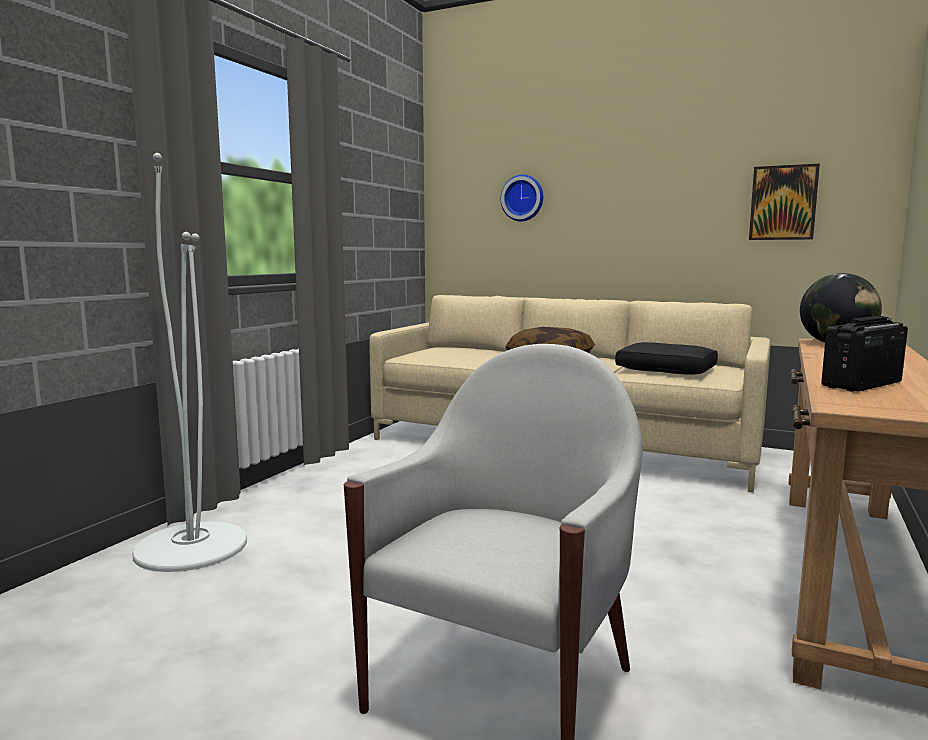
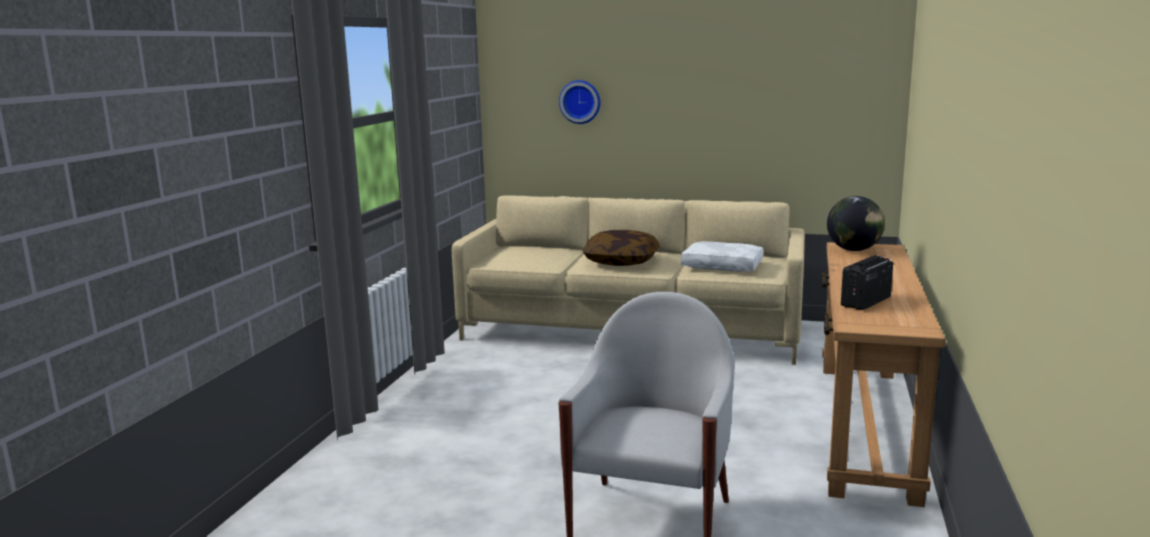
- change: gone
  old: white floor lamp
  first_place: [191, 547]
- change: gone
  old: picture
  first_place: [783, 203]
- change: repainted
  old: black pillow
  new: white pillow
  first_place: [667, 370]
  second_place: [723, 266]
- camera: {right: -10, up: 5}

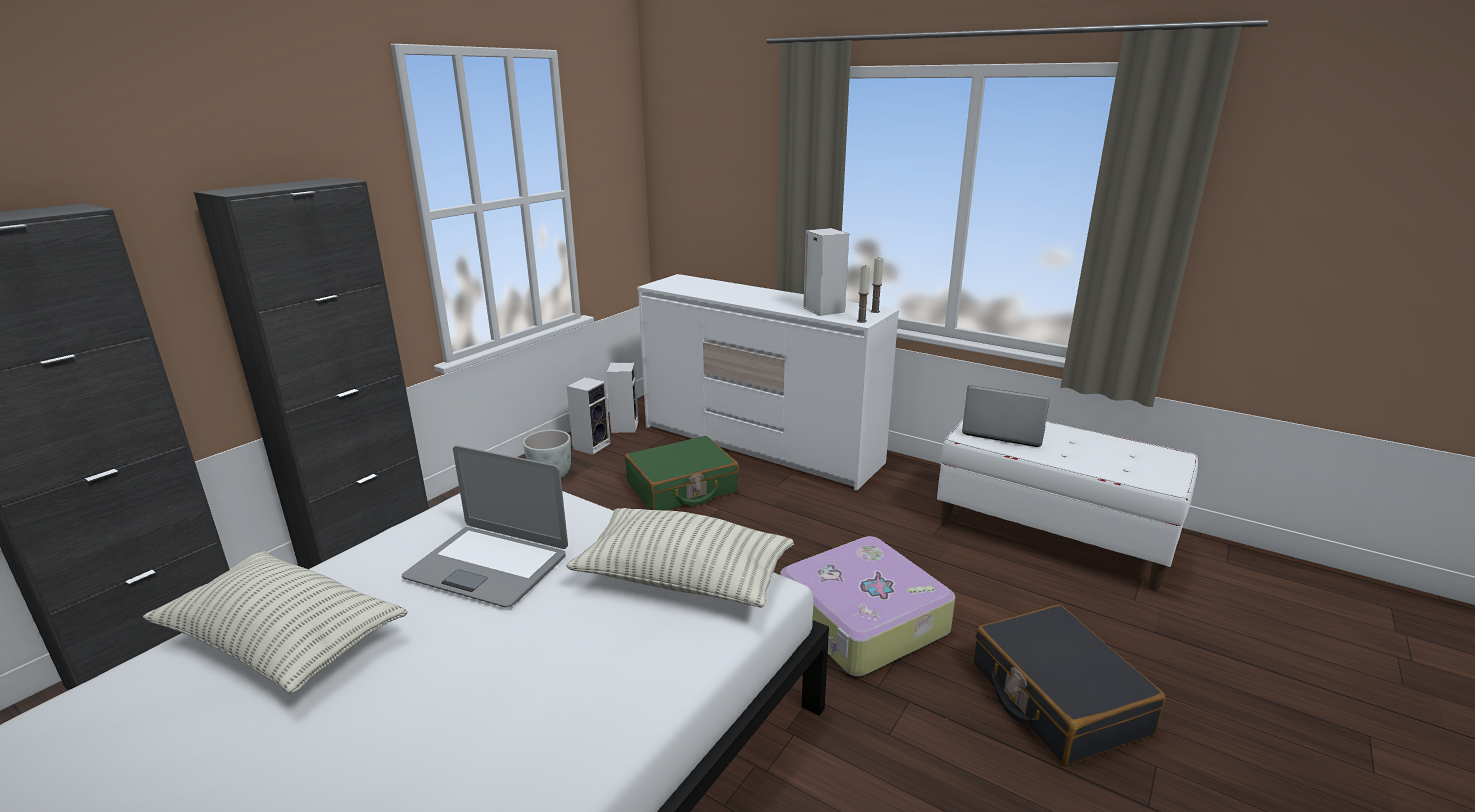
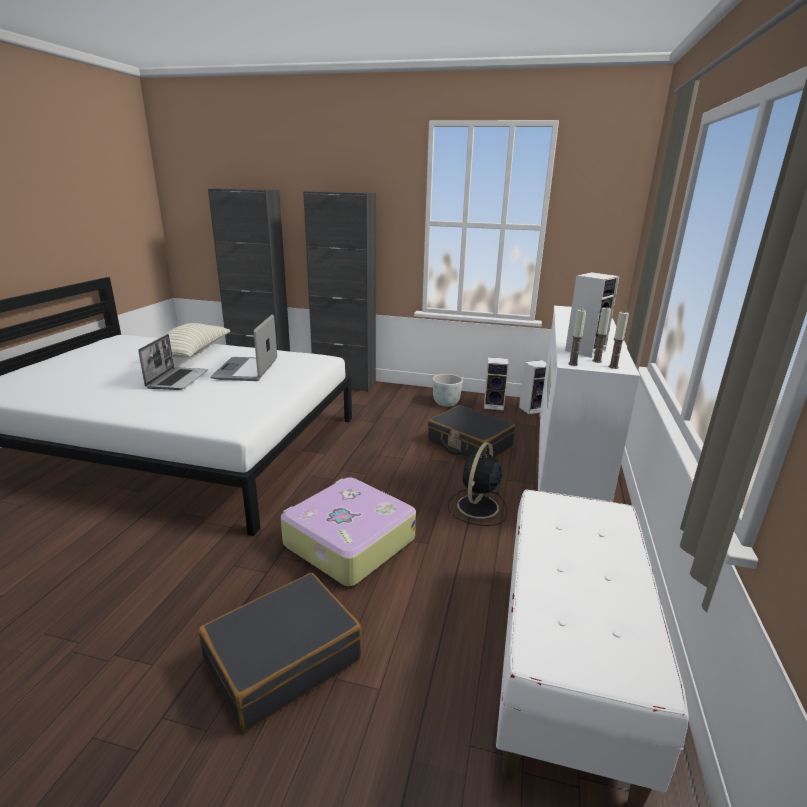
- change: gone
  old: pillow
  first_place: [683, 578]
- change: new
  new: black fan
  second_place: [477, 507]
- change: new
  new: candle
  second_place: [597, 361]
- change: shifted
  old: laptop
  first_place: [1002, 432]
  second_place: [177, 379]
- change: repainted
  old: green suitcase
  new: black suitcase
  first_place: [682, 488]
  second_place: [469, 444]
- camera: {right: 70, up: 0}

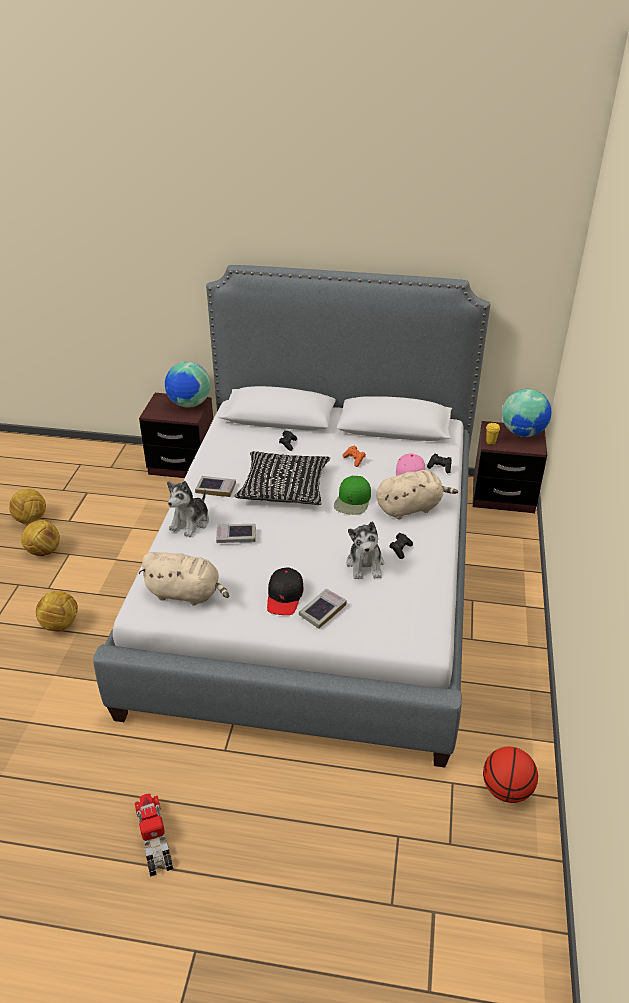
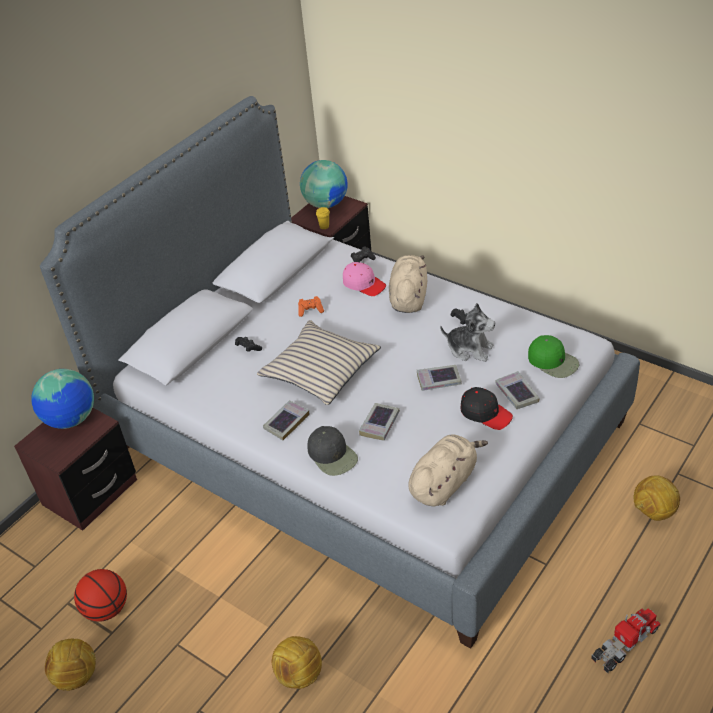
- change: new
  new: book
  second_place: [439, 380]
- change: shifted
  old: football
  first_place: [43, 551]
  second_place: [654, 512]
- change: shifted
  old: green cap
  first_place: [353, 501]
  second_place: [553, 361]
- change: shifted
  old: basketball
  first_place: [506, 790]
  second_place: [107, 609]
- change: swapped
  old: plush toy
  new: black cap
  first_place: [190, 522]
  second_place: [332, 455]
- change: repainted
  old: black pillow
  new: beige pillow
  first_place: [284, 487]
  second_place: [320, 370]
- change: rotated
  old: toy truck
  first_place: [154, 838]
  second_place: [625, 643]
  degrees: 135
- camera: {right: -60, up: 5}

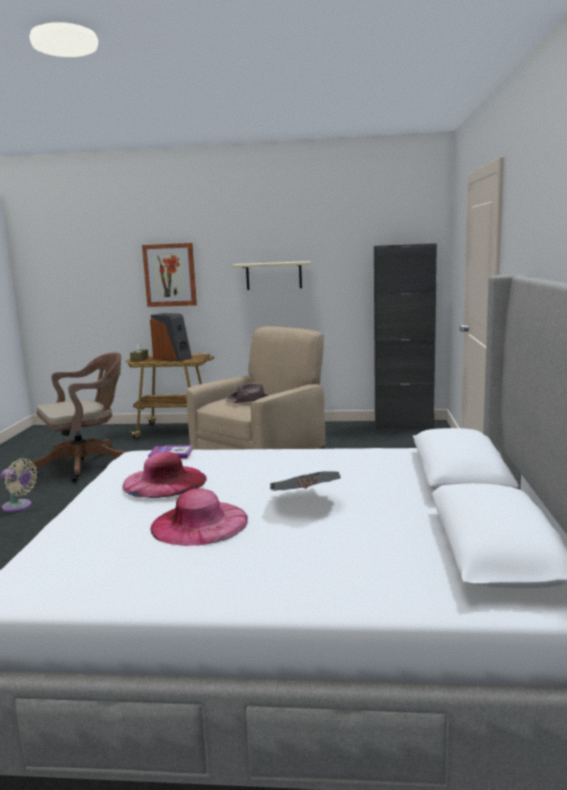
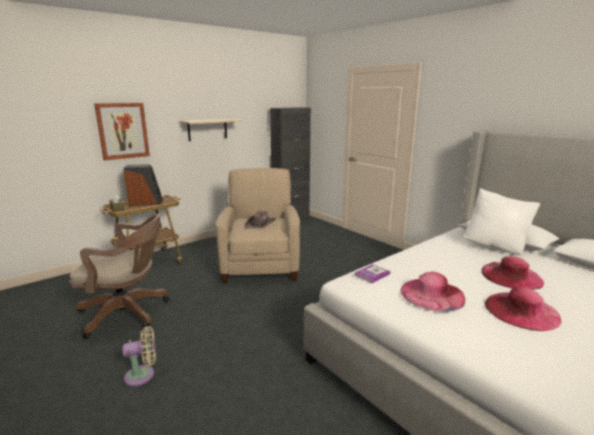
- change: new
  new: white pillow
  second_place: [495, 248]
- change: swapped
  old: newspaper
  new: pink hat
  first_place: [305, 501]
  second_place: [511, 276]
- change: rotated
  old: brown office chair
  first_place: [87, 465]
  second_place: [128, 314]
  degrees: 75
- camera: {right: -45, up: 5}

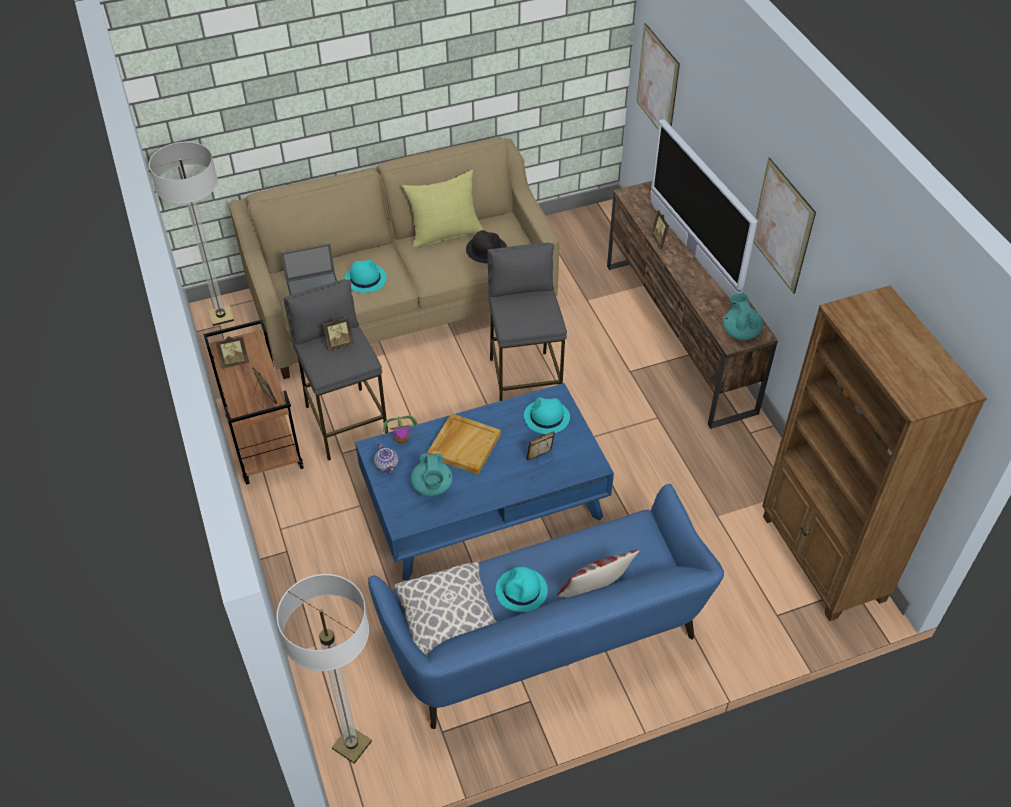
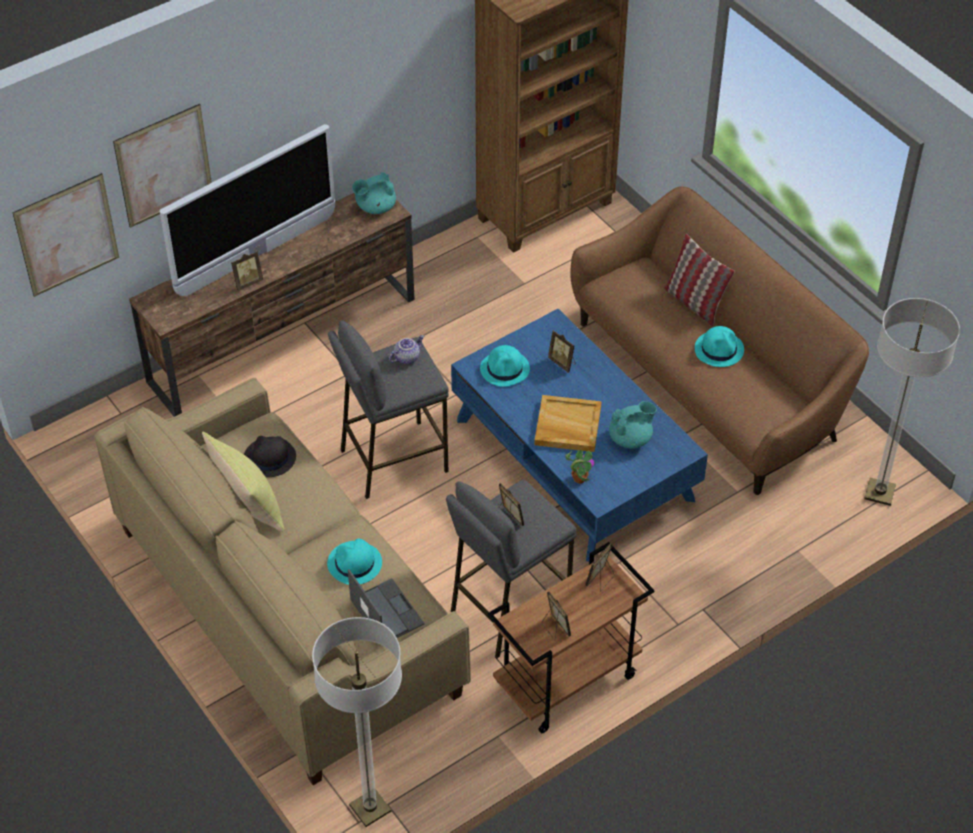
- change: gone
  old: pillow
  first_place: [449, 619]
- change: shifted
  old: teapot
  first_place: [387, 466]
  second_place: [406, 357]
- change: shifted
  old: picture
  first_place: [782, 226]
  second_place: [164, 165]
- change: repainted
  old: blue sofa
  new: brown sofa
  first_place: [546, 637]
  second_place: [710, 381]
- camera: {right: -105, up: 0}

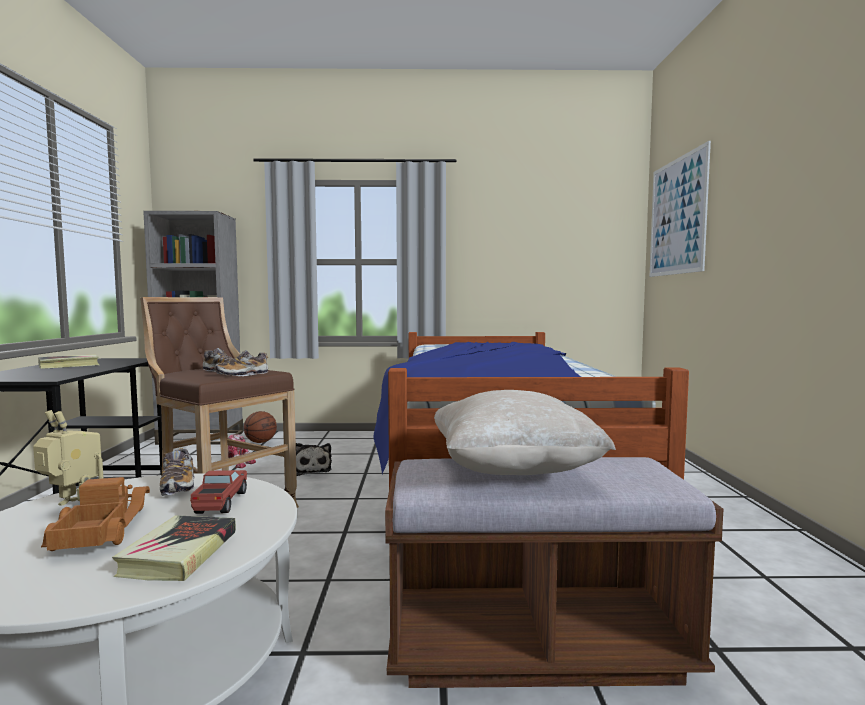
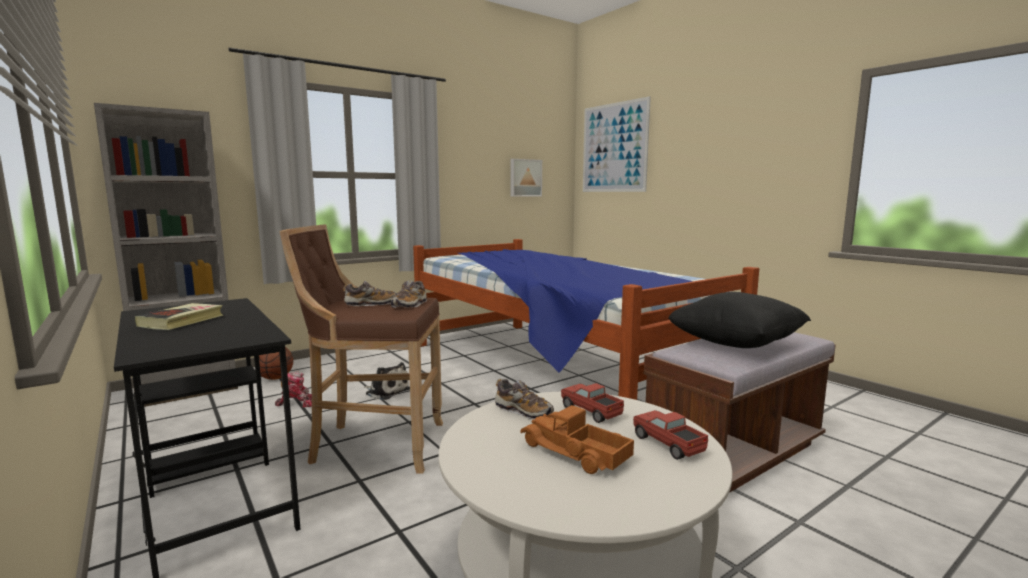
- change: gone
  old: toy robot
  first_place: [72, 506]
- change: new
  new: picture
  second_place: [525, 178]
- change: swapped
  old: book
  new: toy truck
  first_place: [179, 554]
  second_place: [668, 445]
- change: repainted
  old: beige pillow
  new: black pillow
  first_place: [512, 471]
  second_place: [735, 345]
- camera: {right: -35, up: 5}

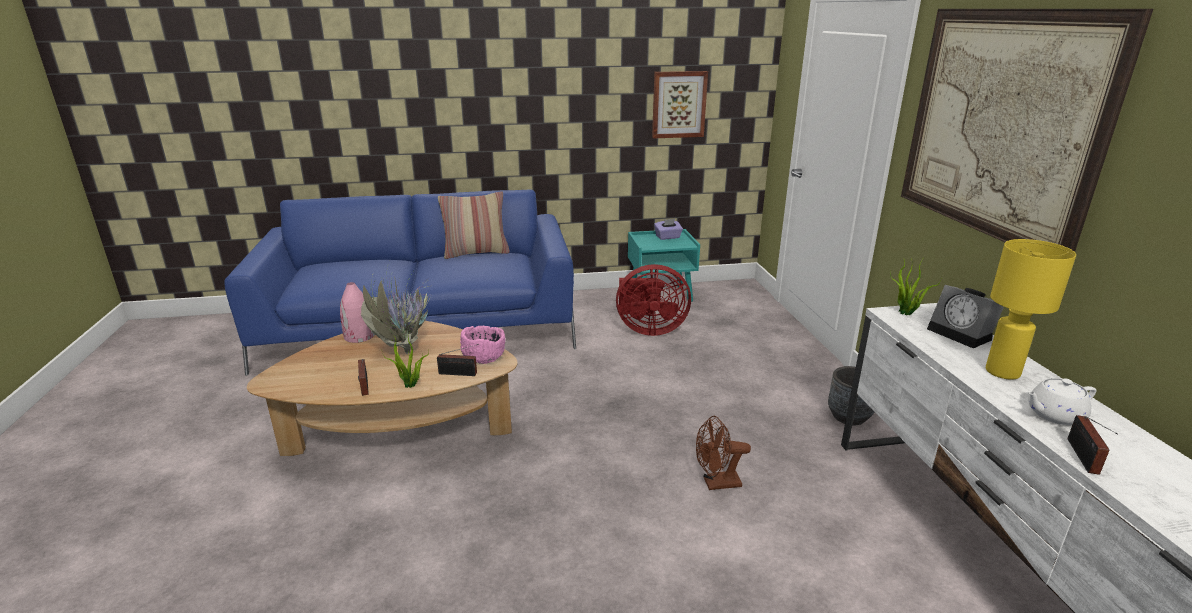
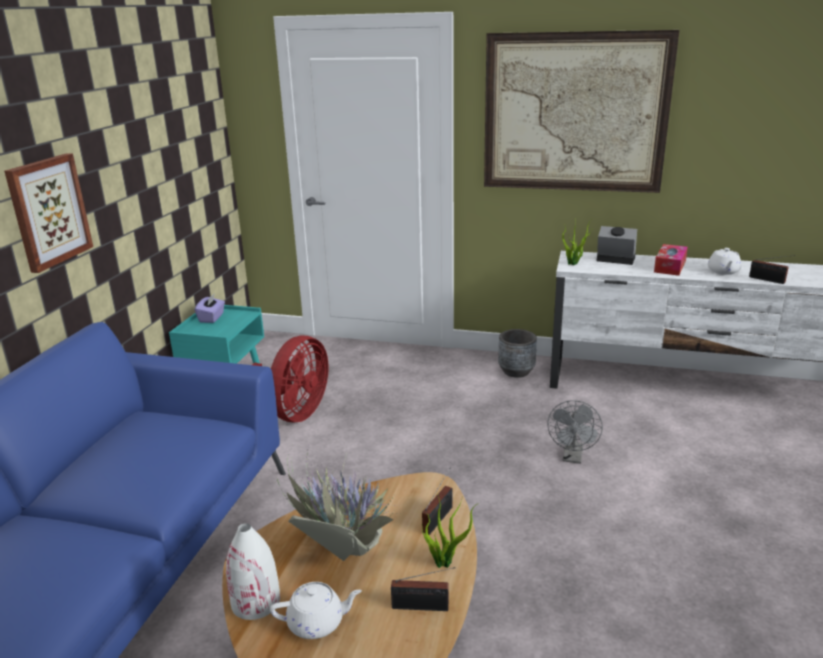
- change: gone
  old: pillow
  first_place: [476, 253]
- change: gone
  old: pink bowl
  first_place: [484, 356]
- change: new
  new: white teapot
  second_place: [317, 623]
- change: shifted
  old: picture
  first_place: [678, 104]
  second_place: [48, 211]
- change: swapped
  old: yellow table lamp
  new: tissue box
  first_place: [1002, 372]
  second_place: [670, 266]
- change: repainted
  old: pink vase
  new: white vase
  first_place: [359, 336]
  second_place: [256, 601]
- change: repainted
  old: brown fan
  new: grey fan
  first_place: [716, 483]
  second_place: [573, 457]
- change: rotated
  old: alarm clock
  first_place: [962, 334]
  second_place: [614, 260]
  degrees: -150
- camera: {right: -65, up: 0}

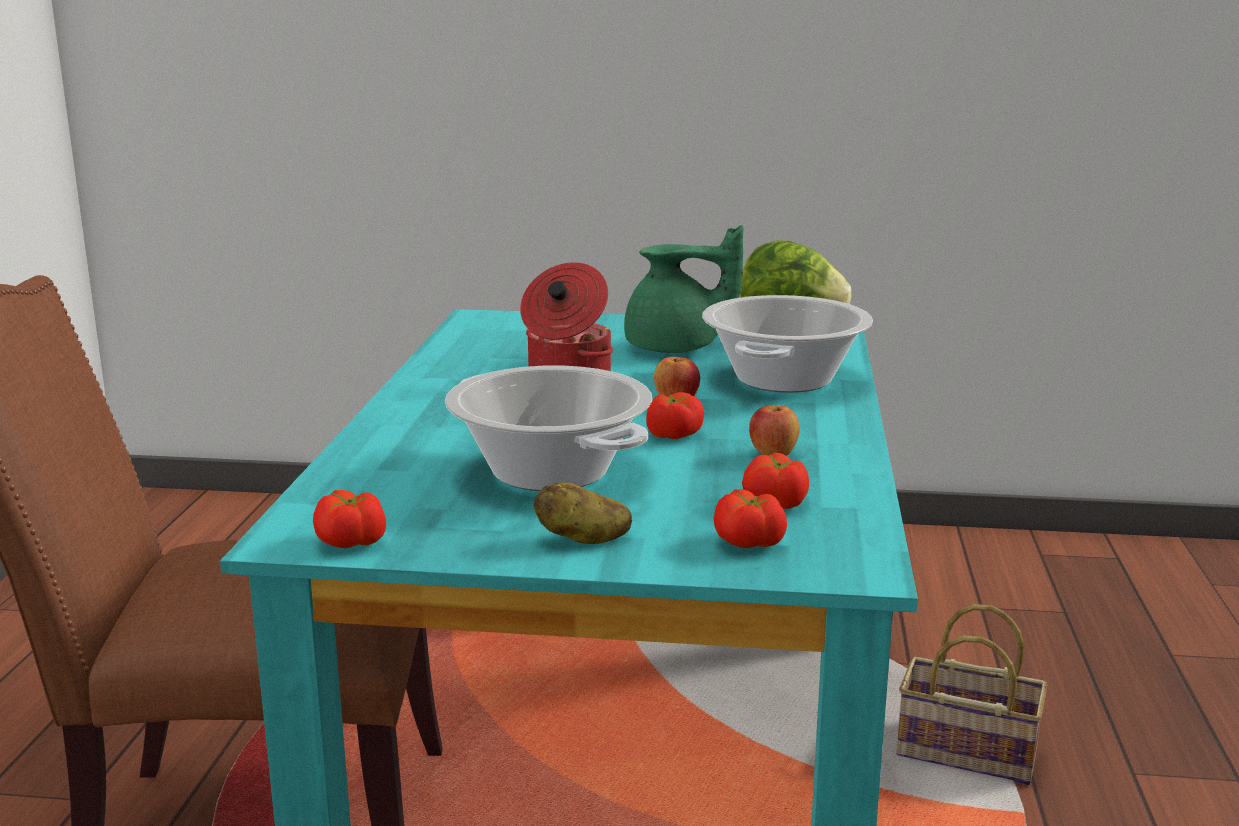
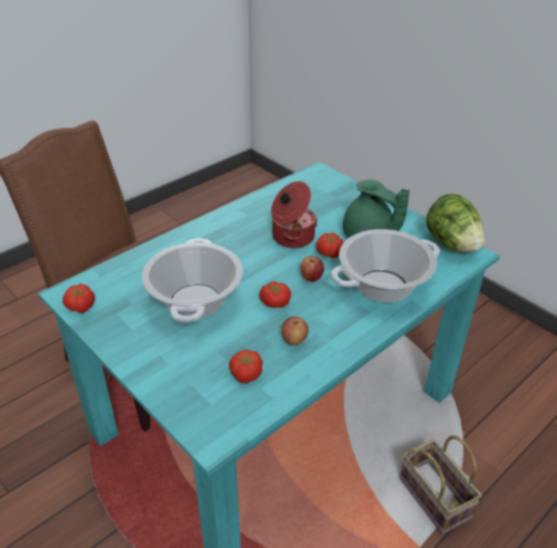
- change: gone
  old: potato
  first_place: [583, 539]
- change: shifted
  old: tomato
  first_place: [748, 543]
  second_place: [329, 253]
- camera: {right: 40, up: 20}

